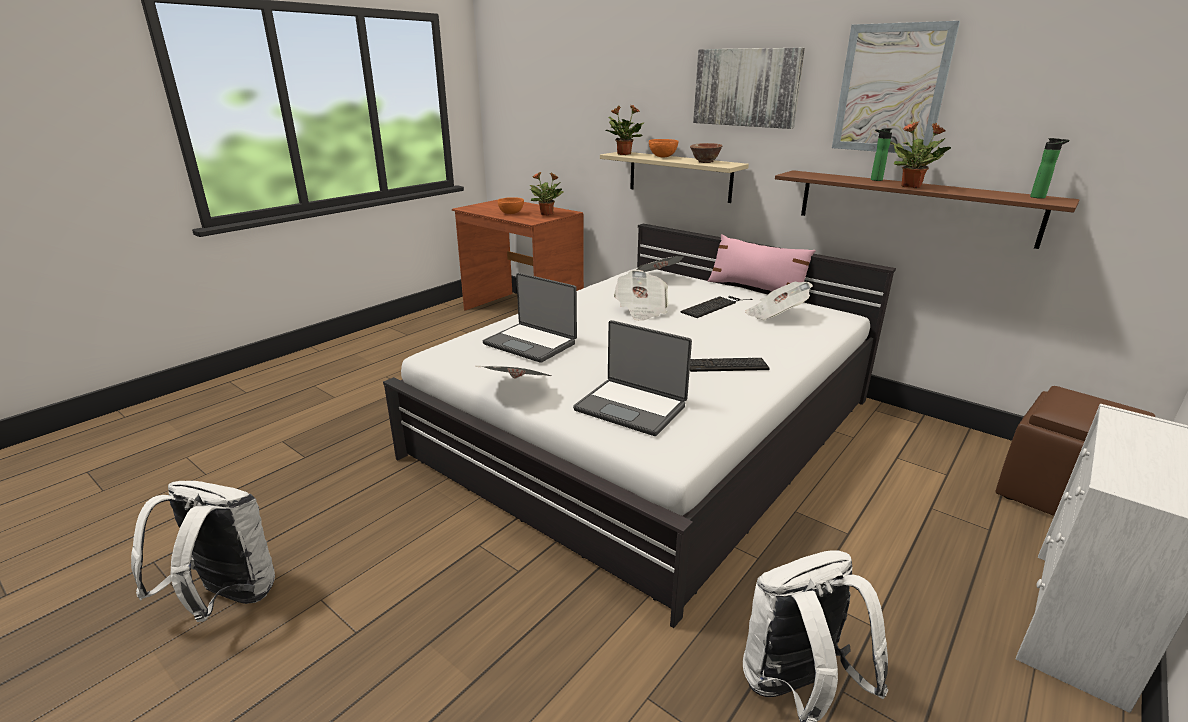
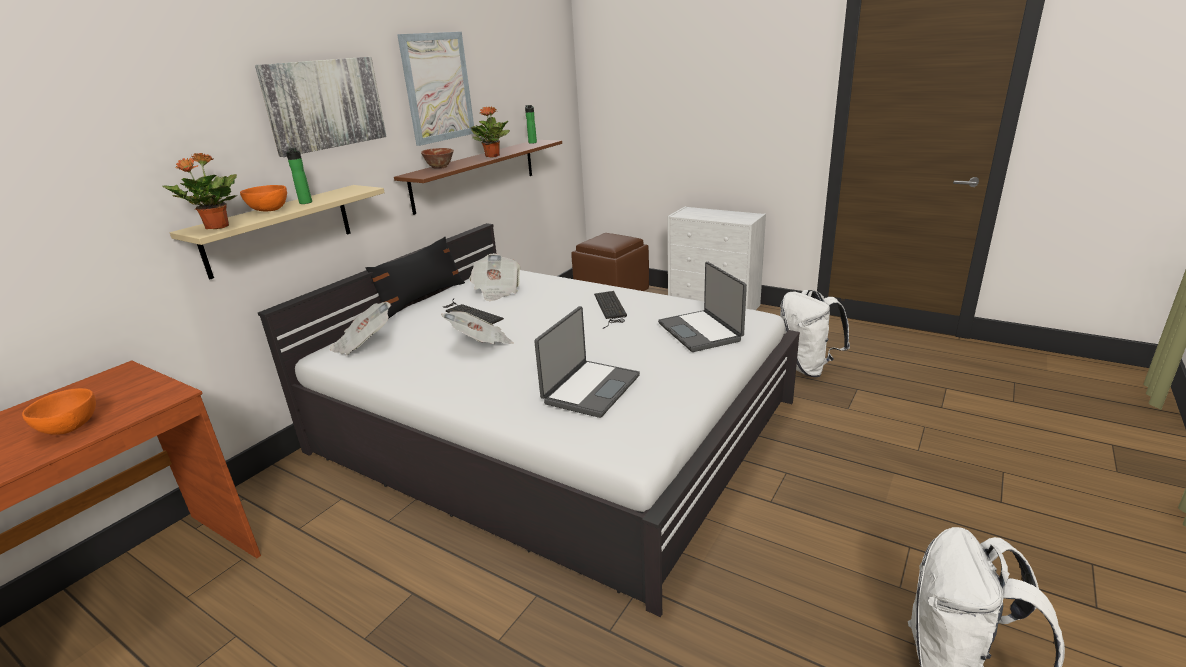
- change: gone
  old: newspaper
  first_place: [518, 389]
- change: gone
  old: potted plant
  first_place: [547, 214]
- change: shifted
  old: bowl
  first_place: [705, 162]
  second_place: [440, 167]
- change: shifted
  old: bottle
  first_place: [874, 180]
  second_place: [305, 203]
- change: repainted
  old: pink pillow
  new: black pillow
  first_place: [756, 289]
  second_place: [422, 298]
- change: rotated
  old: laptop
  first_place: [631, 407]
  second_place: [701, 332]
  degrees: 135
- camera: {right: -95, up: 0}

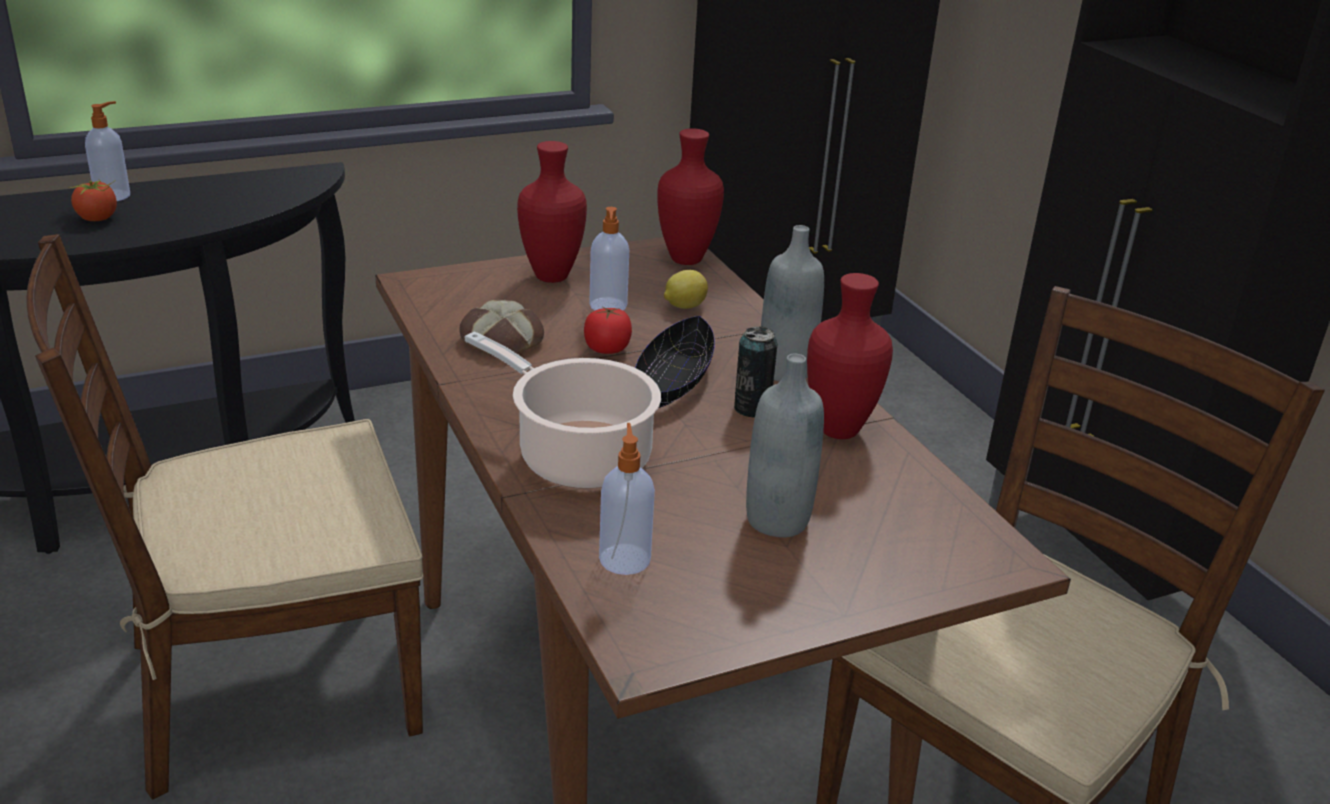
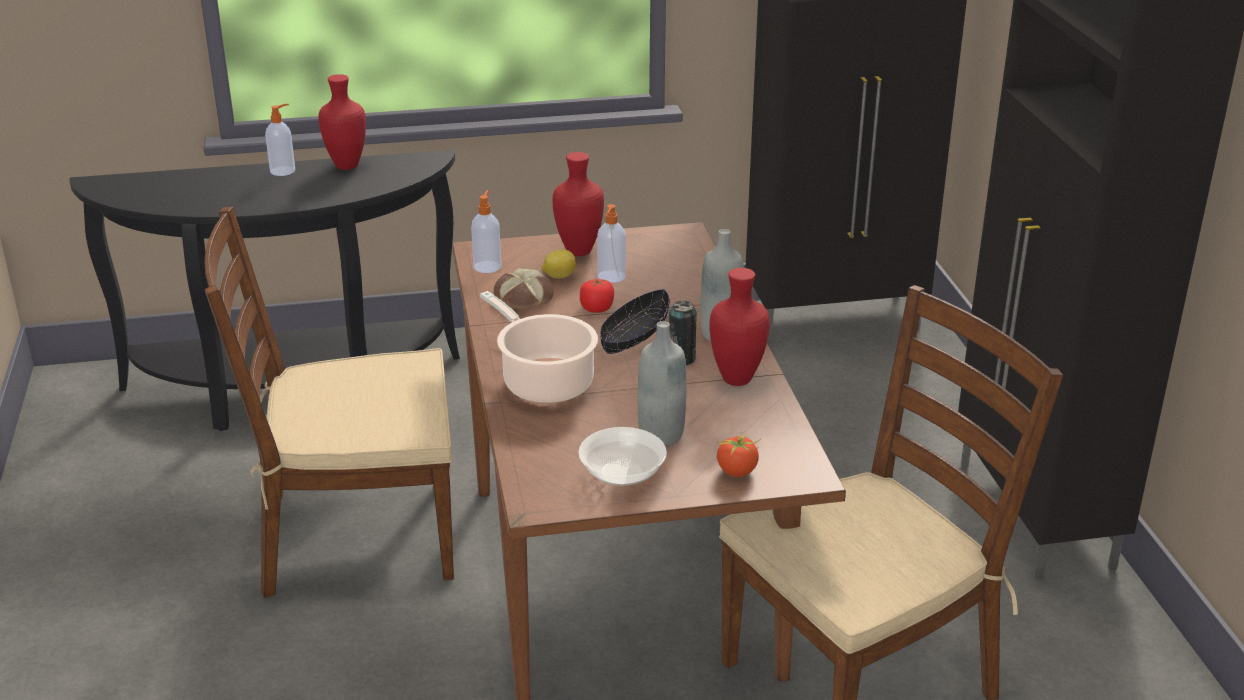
- change: new
  new: bowl
  second_place: [622, 473]
- change: shifted
  old: tomato
  first_place: [98, 218]
  second_place: [737, 471]
- change: shifted
  old: soap dispenser
  first_place: [624, 558]
  second_place: [487, 266]
- change: shifted
  old: red vase
  first_place: [688, 259]
  second_place: [348, 166]
- change: shifted
  old: lemon
  first_place: [684, 306]
  second_place: [559, 276]
- camera: {right: 15, up: 0}

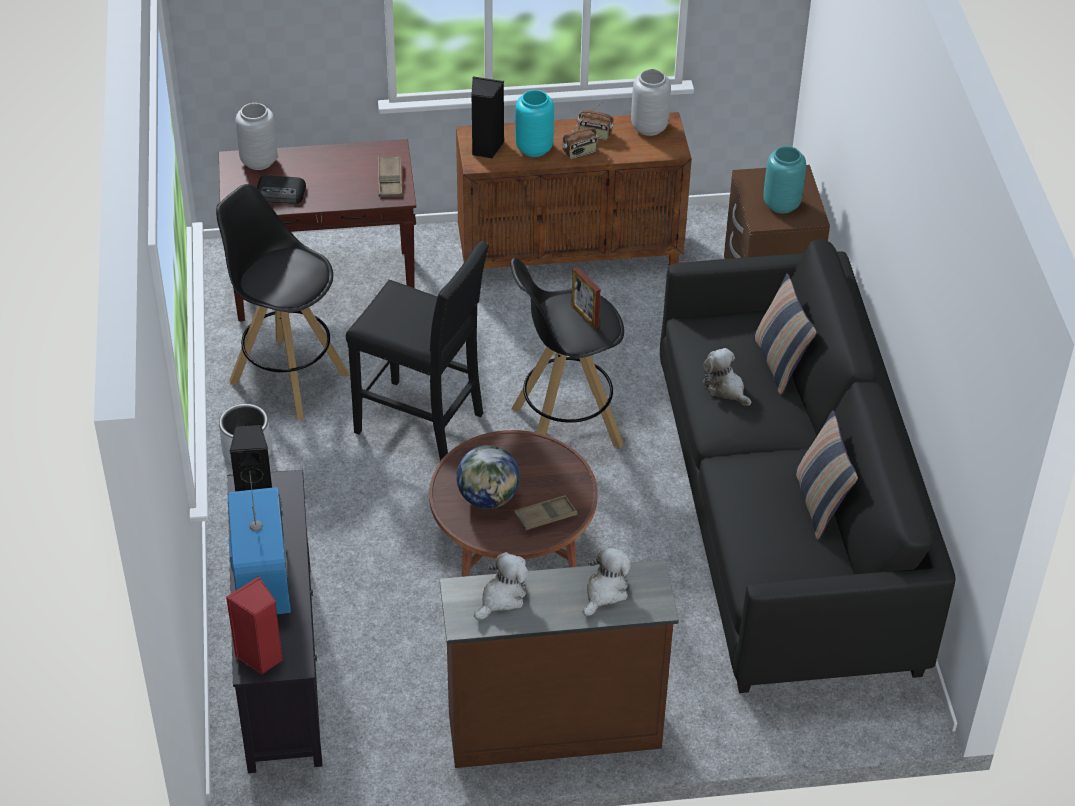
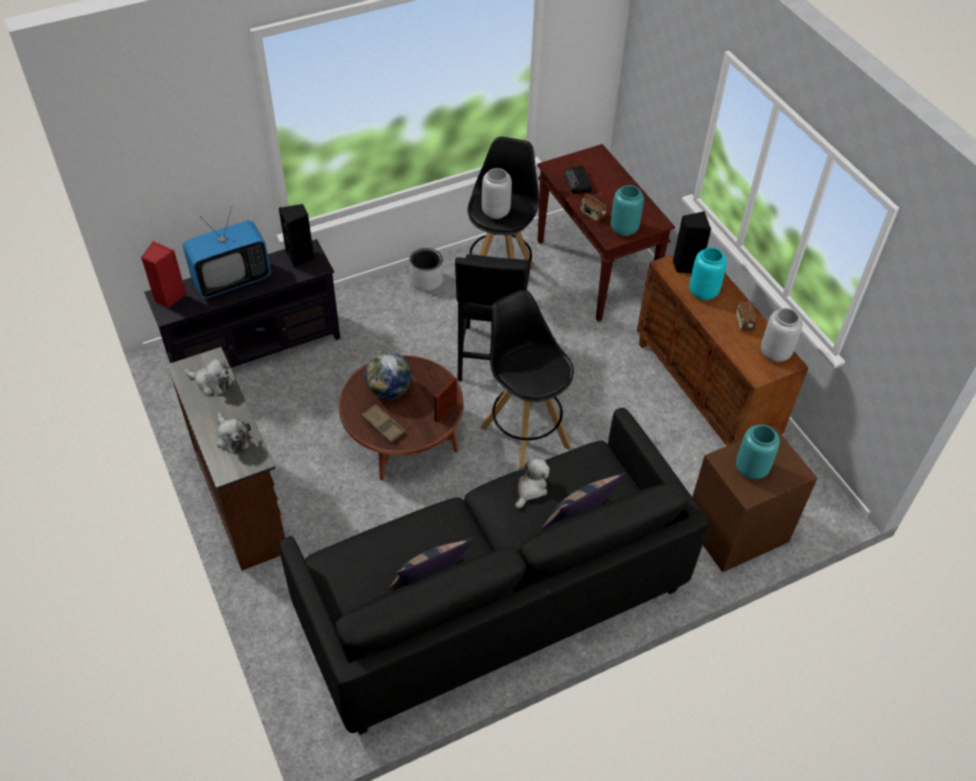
- change: shifted
  old: grey vase
  first_place: [258, 161]
  second_place: [496, 212]
- change: shifted
  old: radio
  first_place: [580, 152]
  second_place: [592, 214]
- change: shifted
  old: picture frame
  first_place: [585, 316]
  second_place: [445, 412]
- change: swapped
  old: brown tray
  new: turquoise vase
  first_place: [390, 180]
  second_place: [624, 229]
- change: rotated
  old: plush toy
  first_place: [605, 591]
  second_place: [232, 438]
  degrees: 45
- camera: {right: 70, up: 5}

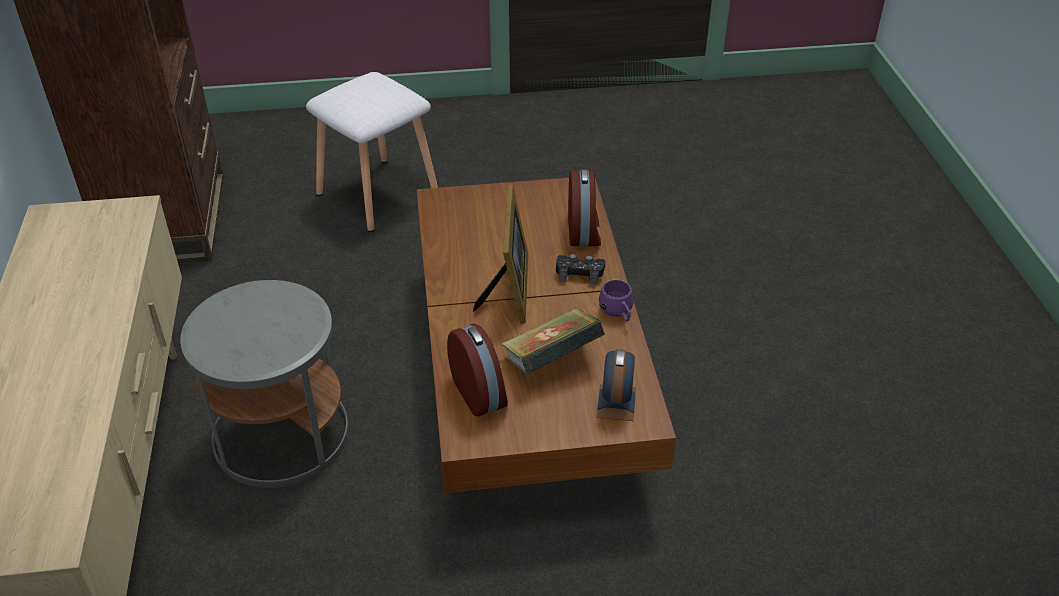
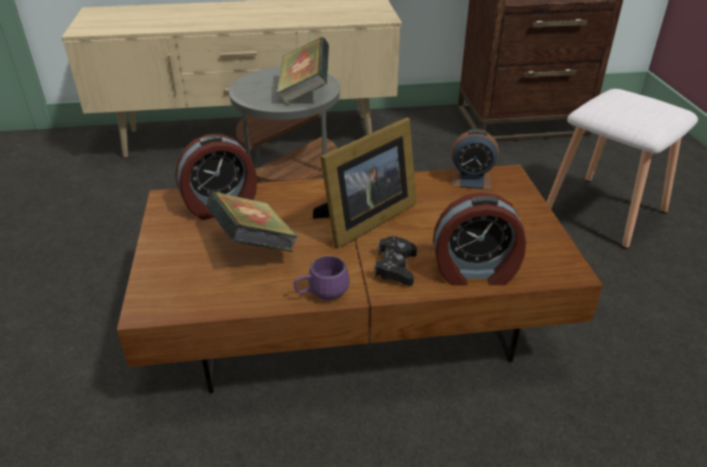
- change: new
  new: book
  second_place: [304, 91]
- change: shifted
  old: alarm clock
  first_place: [616, 402]
  second_place: [471, 180]
- change: rotated
  old: picture frame
  first_place: [510, 290]
  second_place: [364, 220]
  degrees: -45
- camera: {right: 90, up: -5}

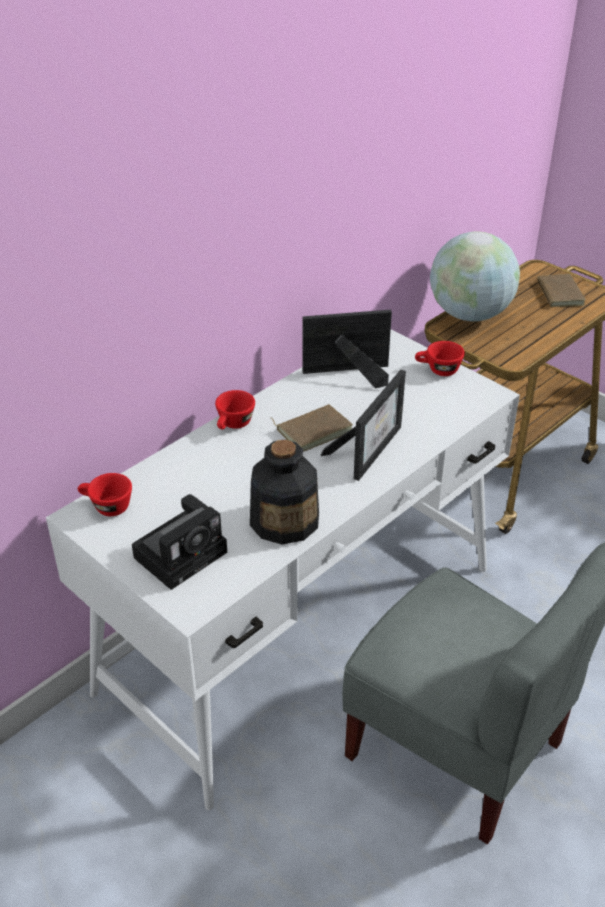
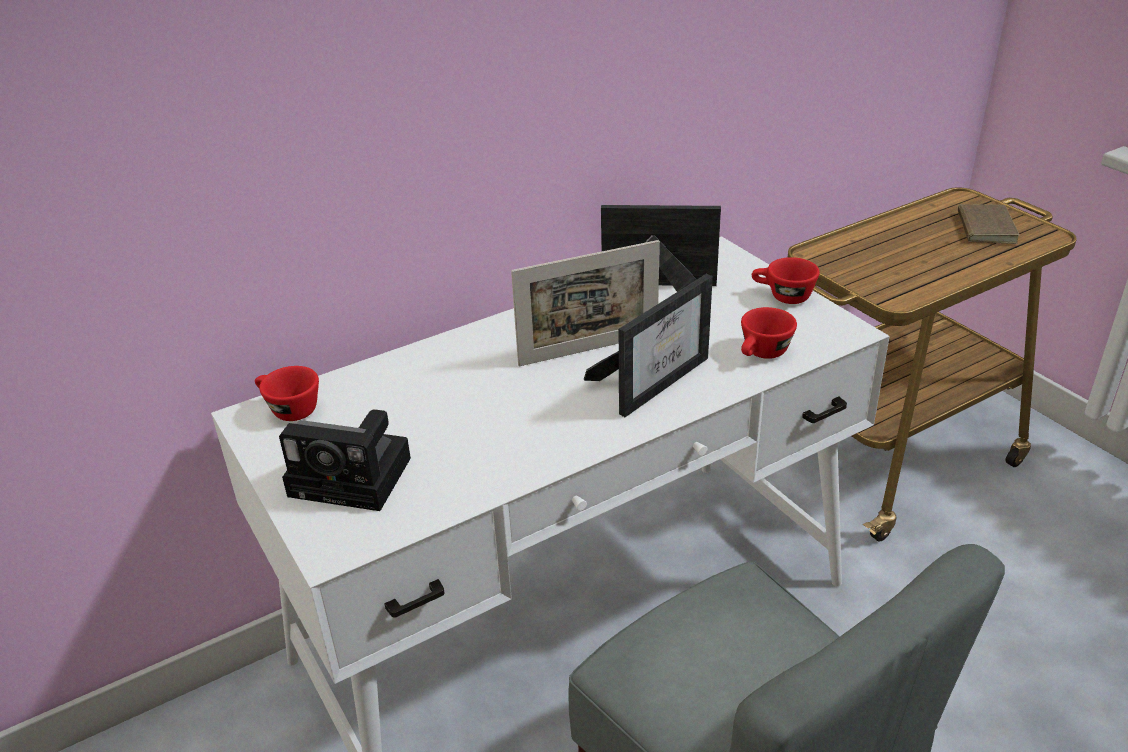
- change: gone
  old: bottle
  first_place: [285, 520]
- change: gone
  old: globe
  first_place: [469, 314]
- change: shifted
  old: red cup
  first_place: [233, 425]
  second_place: [762, 354]
- change: swapped
  old: brown book
  new: picture frame
  first_place: [313, 430]
  second_place: [589, 349]
- change: rotated
  old: photo camera
  first_place: [183, 552]
  second_place: [355, 477]
  degrees: 45
- camera: {right: 15, up: -5}

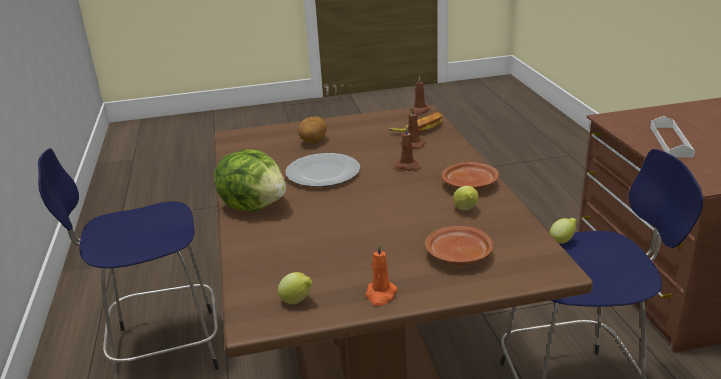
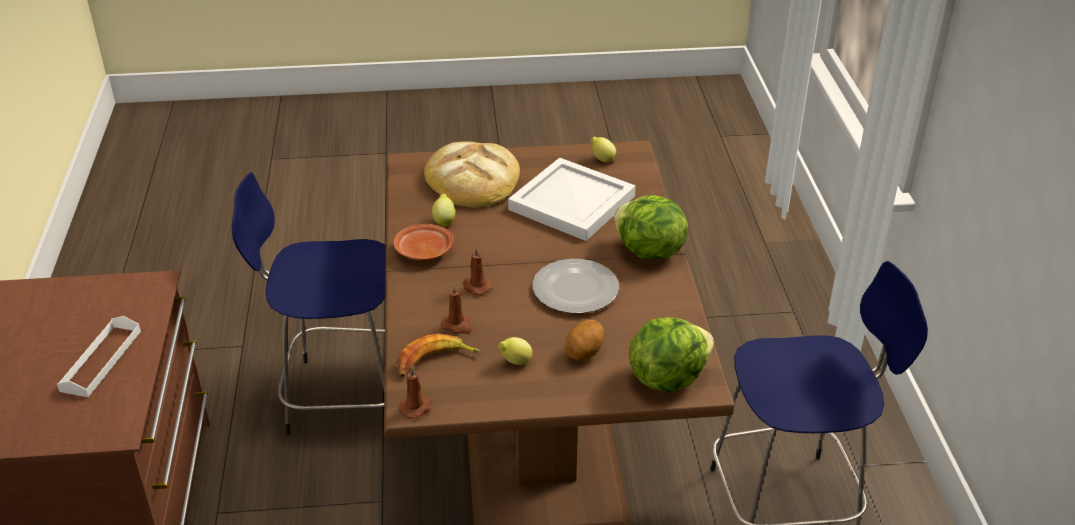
- change: gone
  old: orange candle
  first_place: [380, 295]
- change: new
  new: white tray
  second_place: [570, 203]
- change: new
  new: lettuce
  second_place: [667, 377]
- change: shifted
  old: lemon
  first_place: [562, 240]
  second_place: [515, 362]
- change: swapped
  old: brown plate
  new: bread
  first_place: [458, 256]
  second_place: [473, 179]
- camera: {right: -175, up: 10}

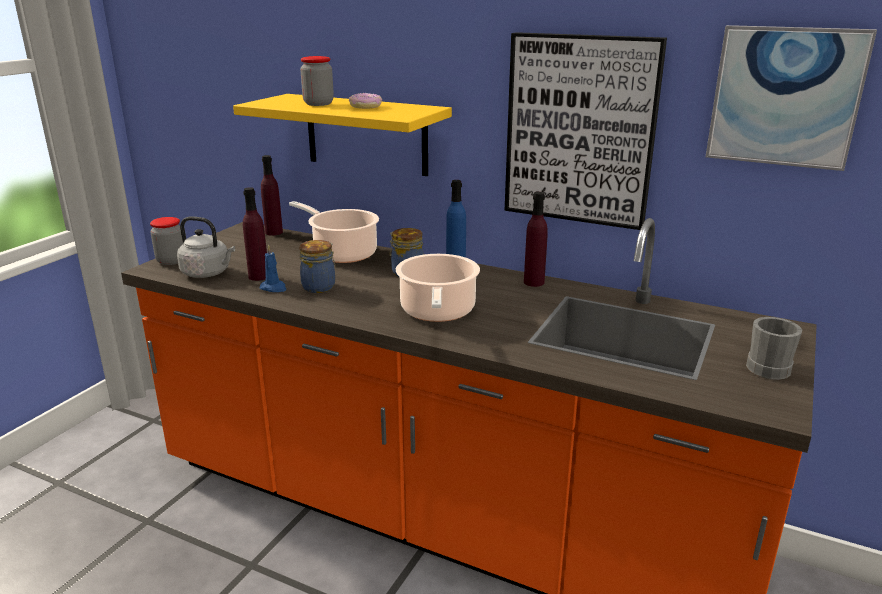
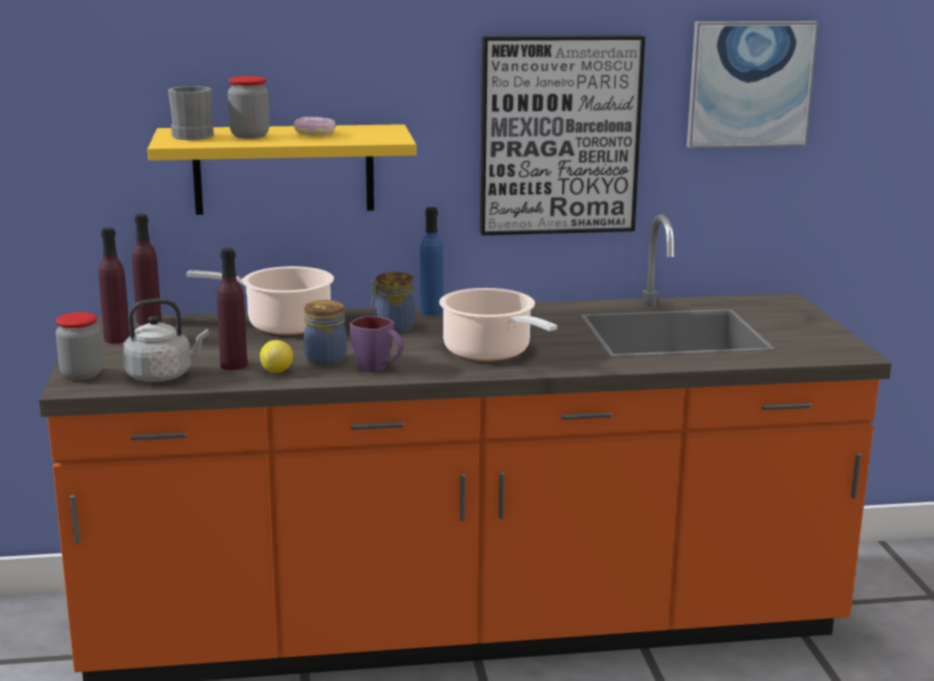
- change: new
  new: purple mug
  second_place: [379, 369]
- change: shifted
  old: purple bottle
  first_place: [534, 282]
  second_place: [117, 339]
- change: shifted
  old: grey mug
  first_place: [765, 366]
  second_place: [190, 136]
- change: swapped
  old: blue candle
  new: lemon
  first_place: [274, 288]
  second_place: [277, 371]
- camera: {right: -35, up: -5}

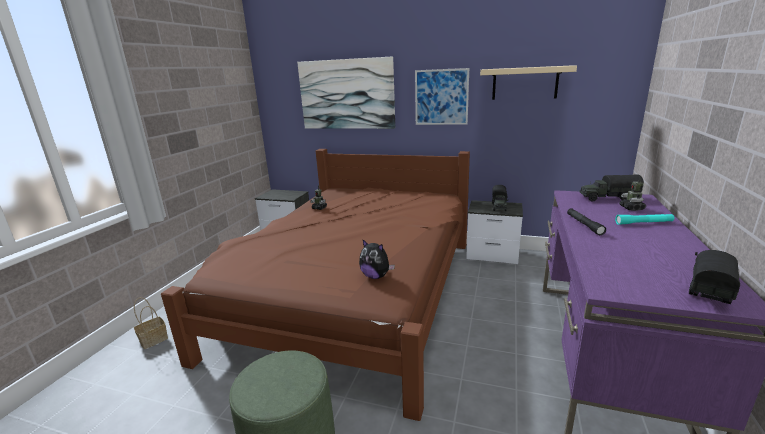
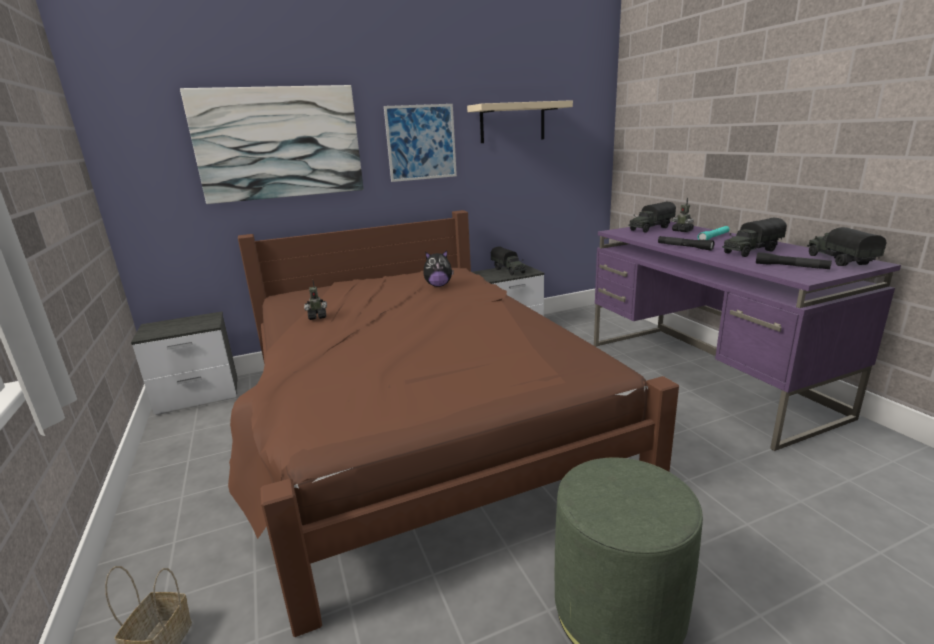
- change: new
  new: toy truck
  second_place: [751, 251]
- change: new
  new: black flashlight
  second_place: [791, 267]
- change: shifted
  old: plush toy
  first_place: [376, 276]
  second_place: [438, 285]
- camera: {right: -40, up: 0}

